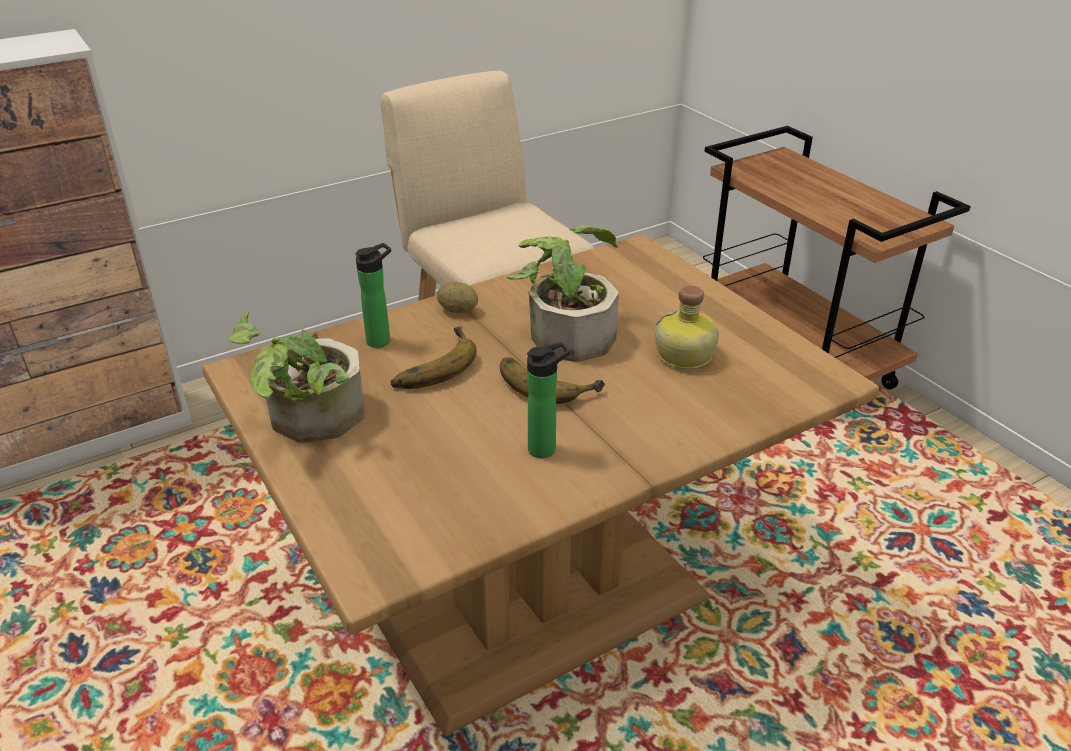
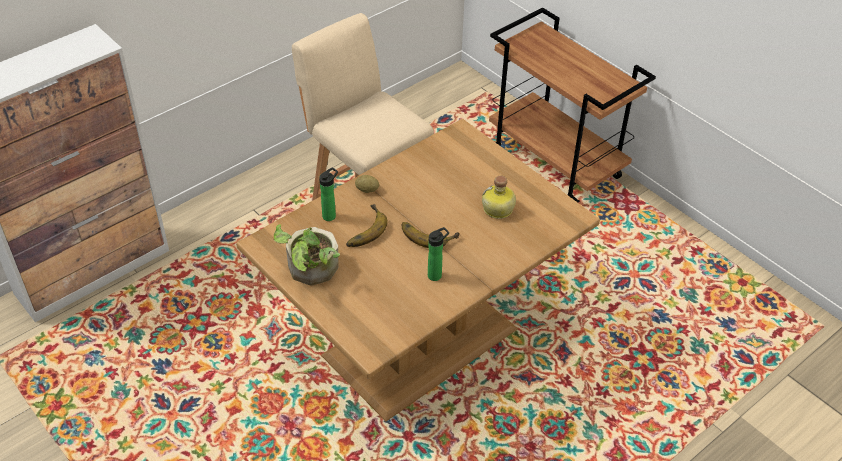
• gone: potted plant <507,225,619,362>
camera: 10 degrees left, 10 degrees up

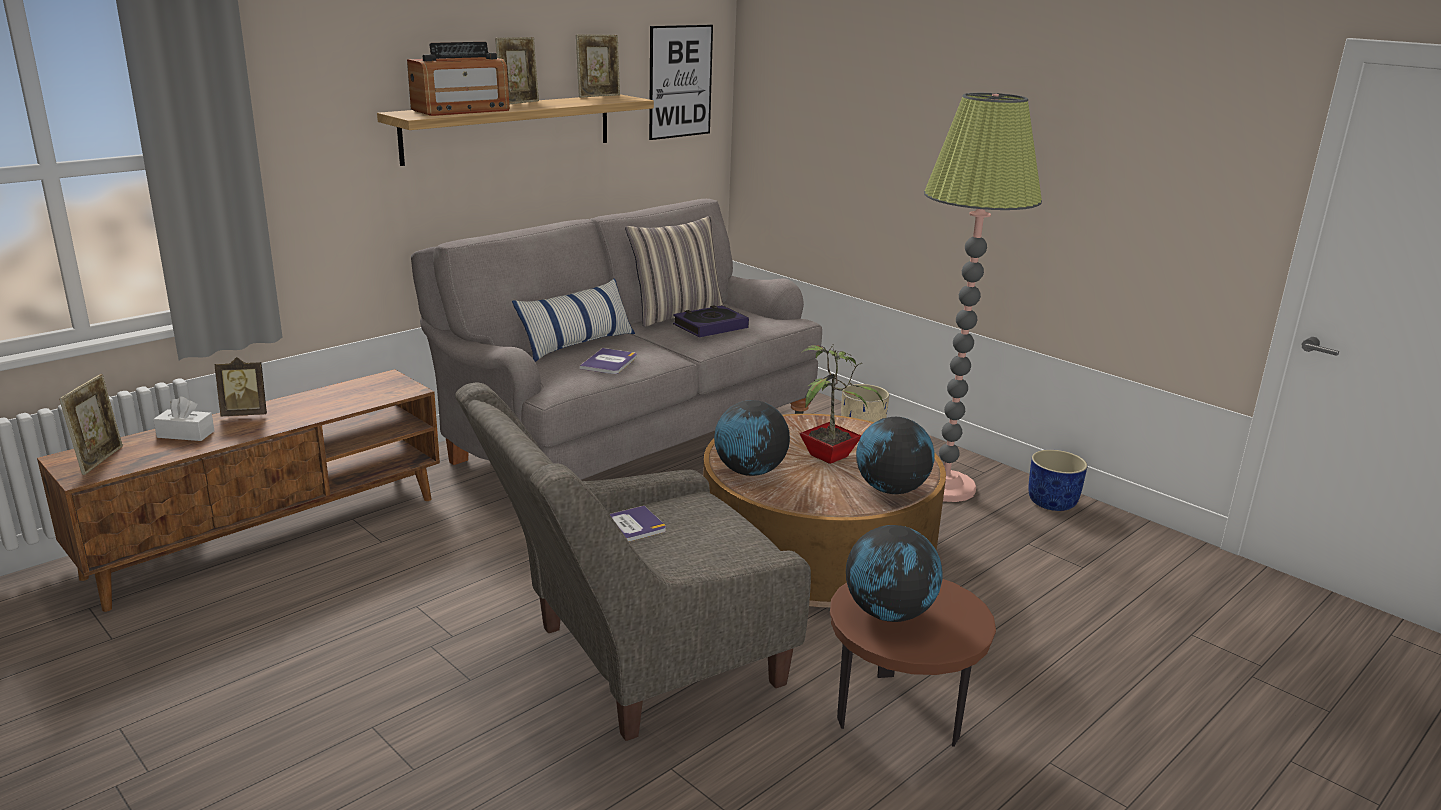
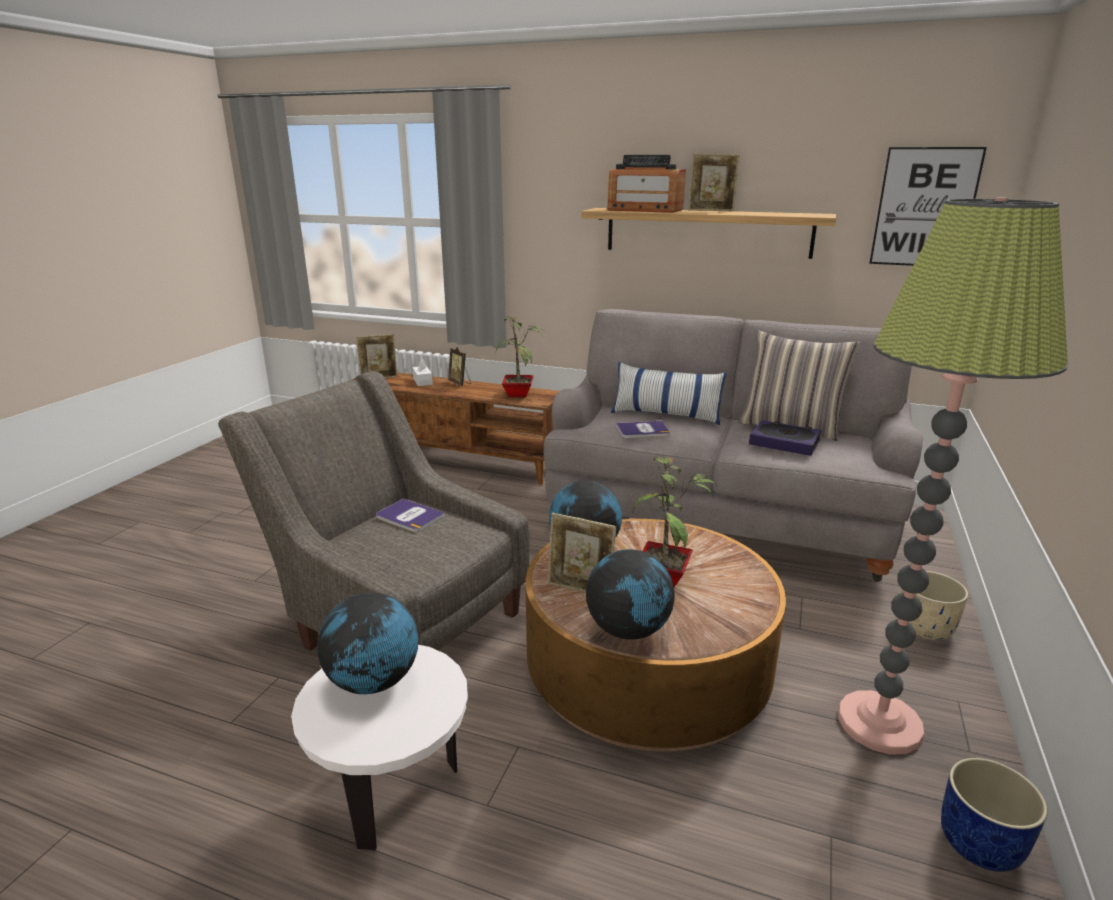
• new: potted plant <495,316,543,397>
• shifted: picture frame <576,34,620,98> to <548,513,616,593>
• repainted: brown side table <830,579,996,747> to white side table <291,645,468,850>
camera: 65 degrees right, 0 degrees up

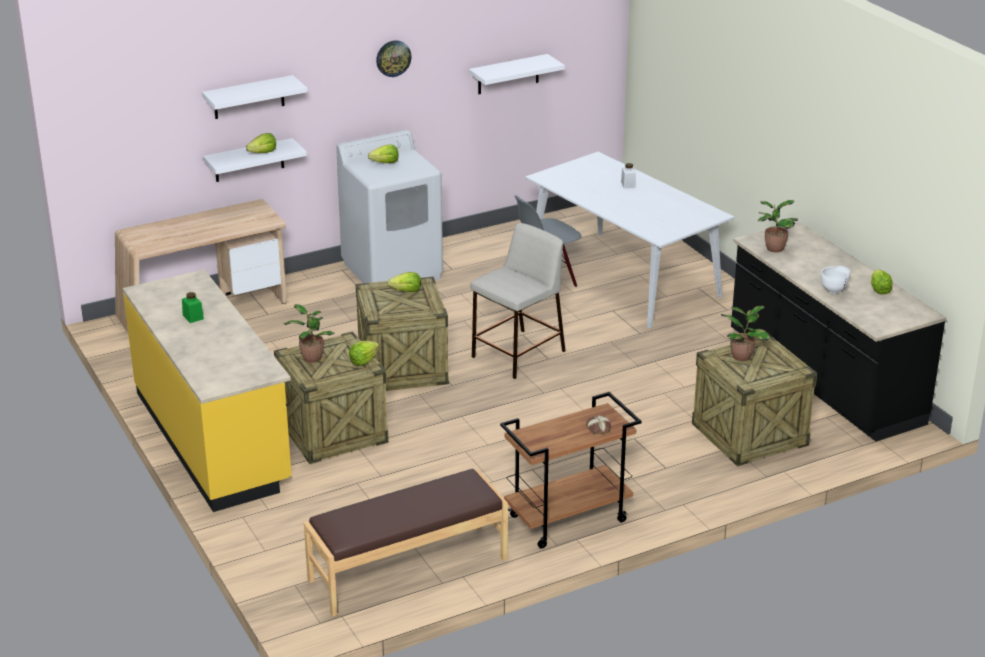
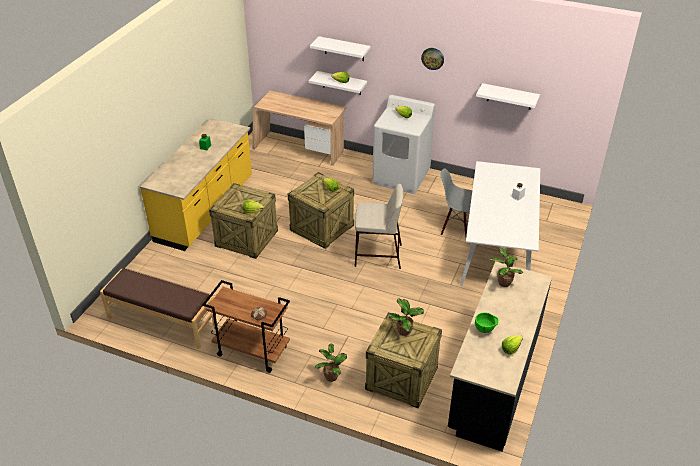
• shifted: potted plant <283,304,335,363> to <315,343,347,382>
• repainted: white bowl <821,266,850,294> to green bowl <475,312,499,333>
camera: 50 degrees right, 10 degrees up

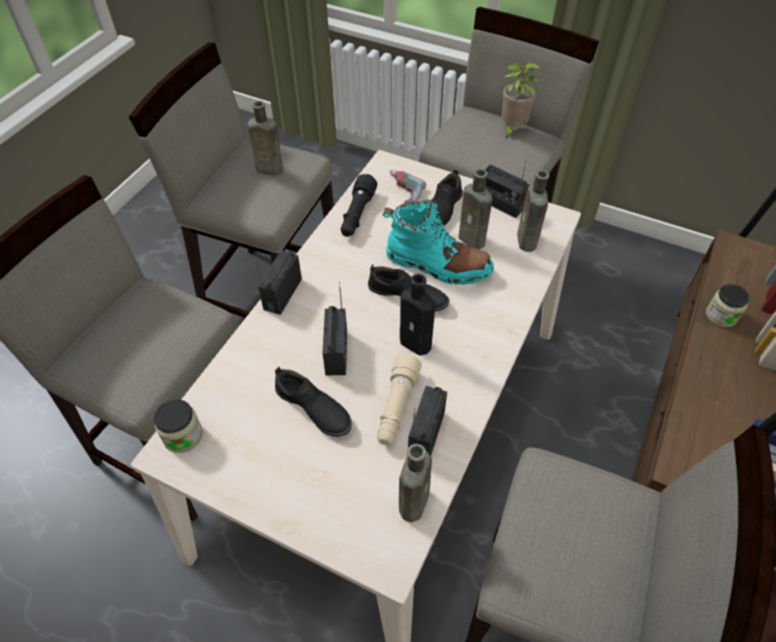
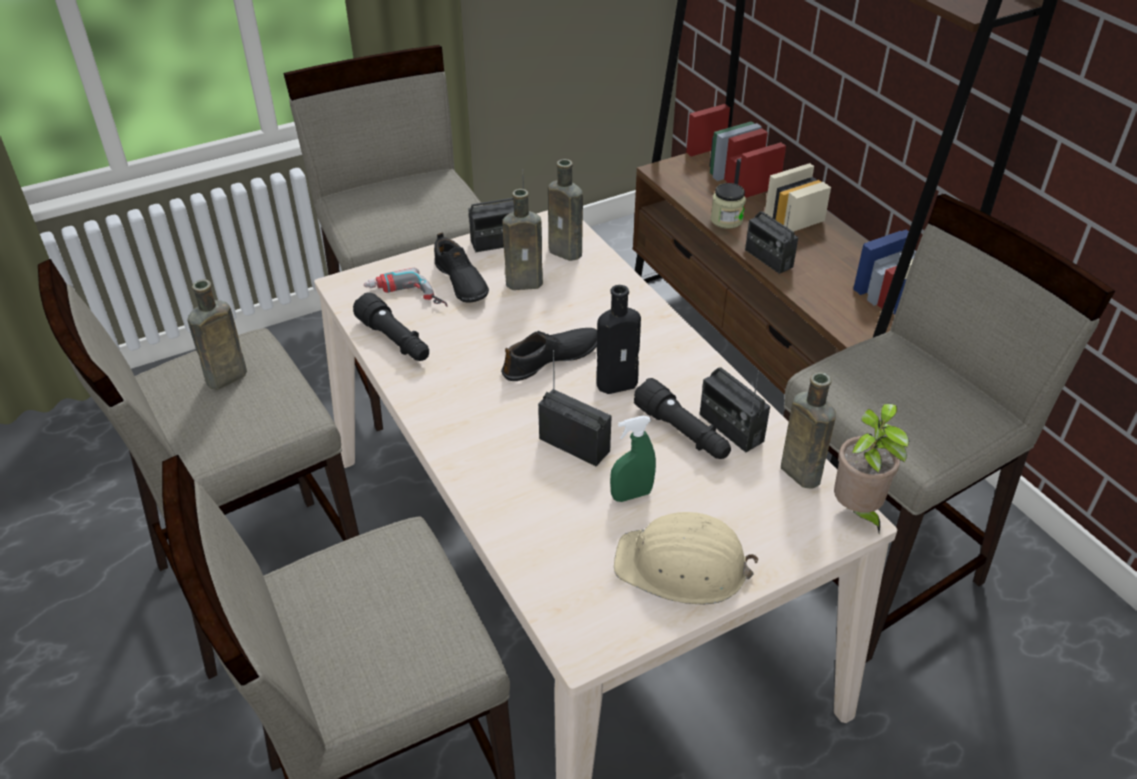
• gone: jar <154,399,203,453>
• gone: turquoise boot <383,200,494,285>
• new: beige hard hat <614,512,758,604>
• shifted: radio <255,250,302,315> to <745,205,798,274>
• shifted: potted plant <501,62,541,138> to <834,403,909,533>
• swapped: black shoe <275,367,352,437> to green spray bottle <610,416,656,502>
• repainted: beige flashlight <377,354,422,445> to black flashlight <634,378,731,459>
camera: 55 degrees left, 10 degrees down

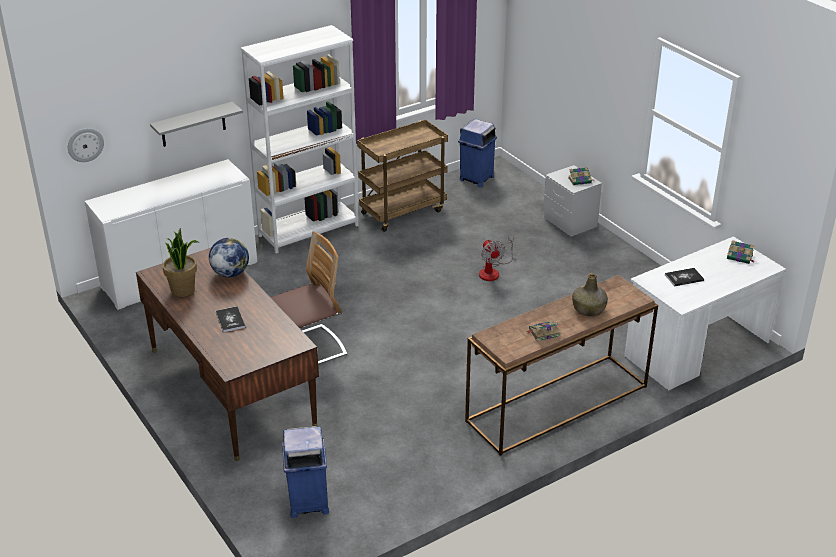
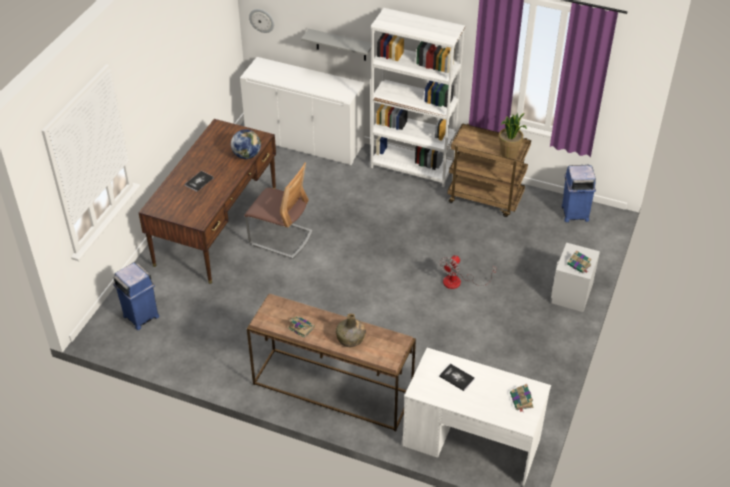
• shifted: potted plant <163,228,199,297> to <499,113,527,158>
camera: 55 degrees right, 10 degrees up

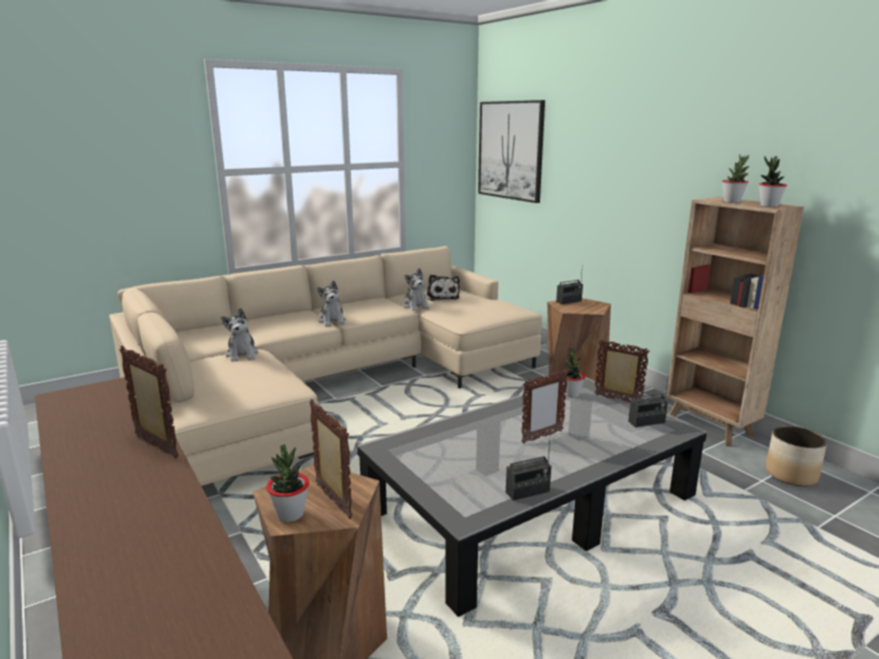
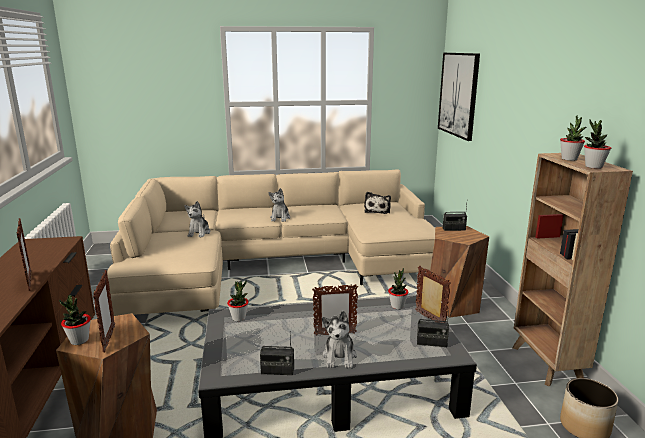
• new: potted plant <227,280,249,321>
• shifted: plush toy <403,268,429,311> to <322,311,357,368>
camera: 25 degrees right, 0 degrees up

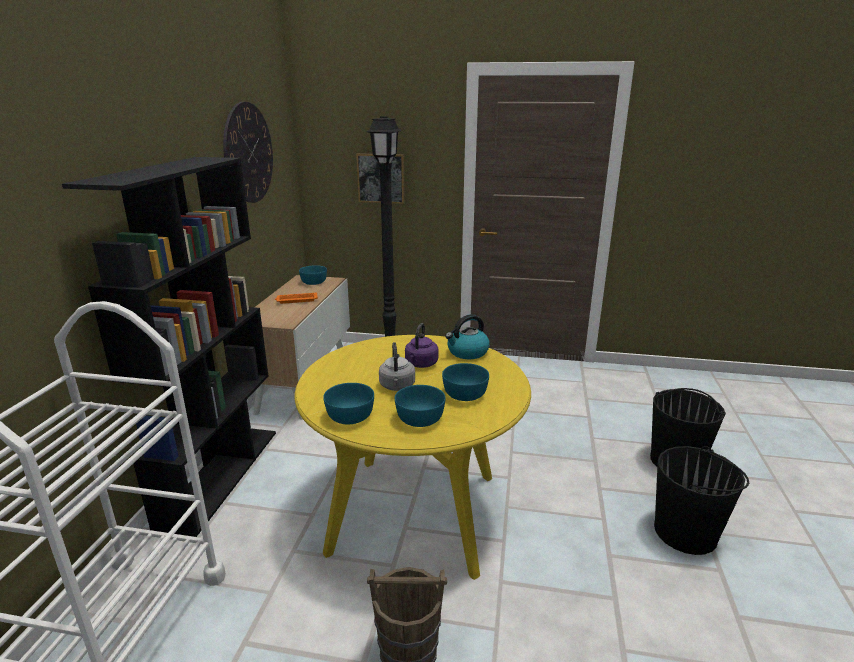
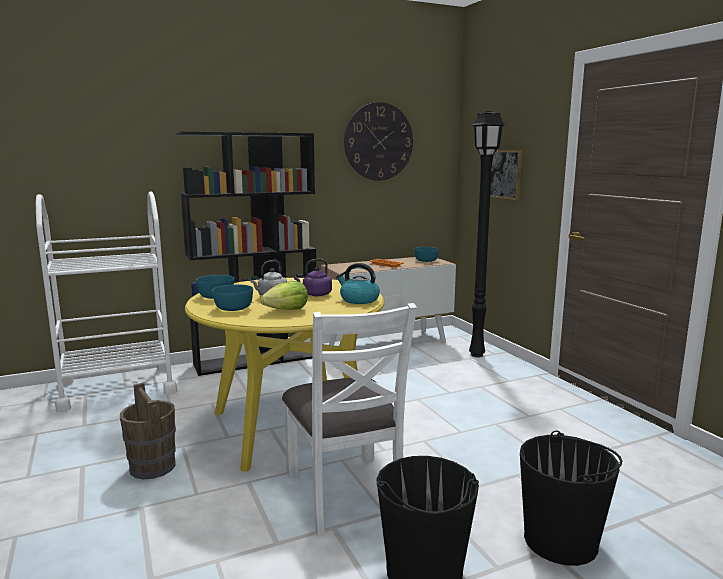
• new: white chair <282,303,417,535>
• swapped: turquoise bowl <442,363,489,401> to lettuce <260,281,308,310>
camera: 55 degrees right, 10 degrees down

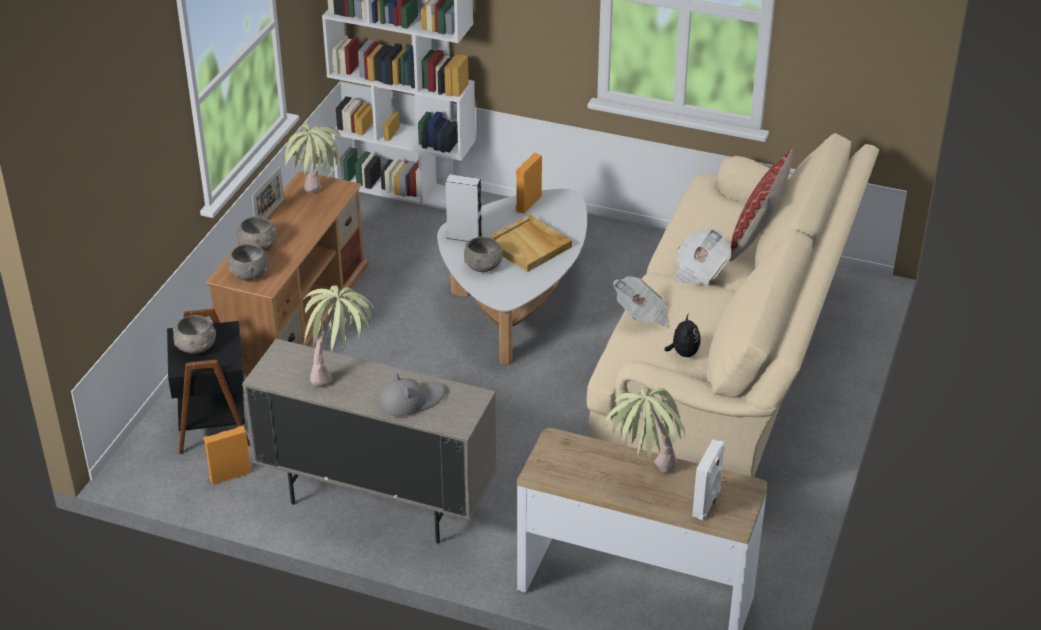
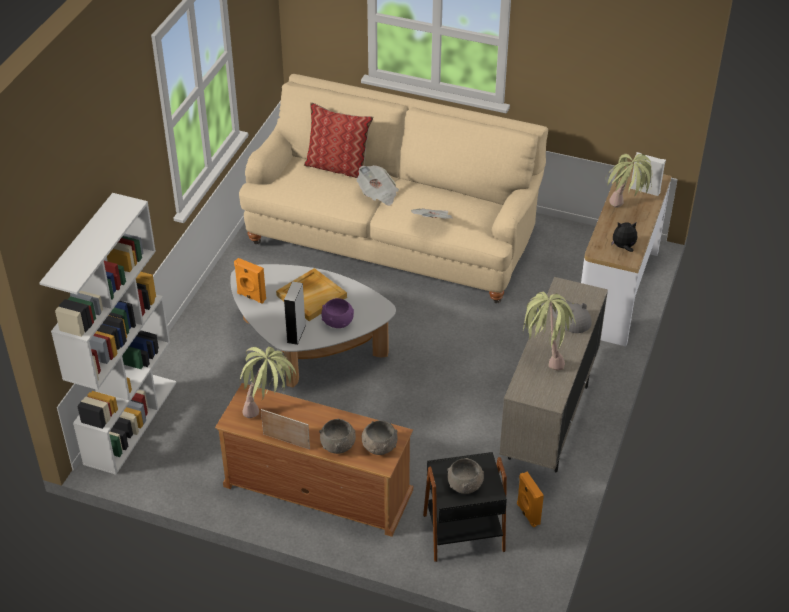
• shifted: plush toy <664,314,701,357> to <611,222,637,252>
• repainted: grey bowl <464,236,503,272> to purple bowl <321,298,354,328>
camera: 90 degrees left, 5 degrees up

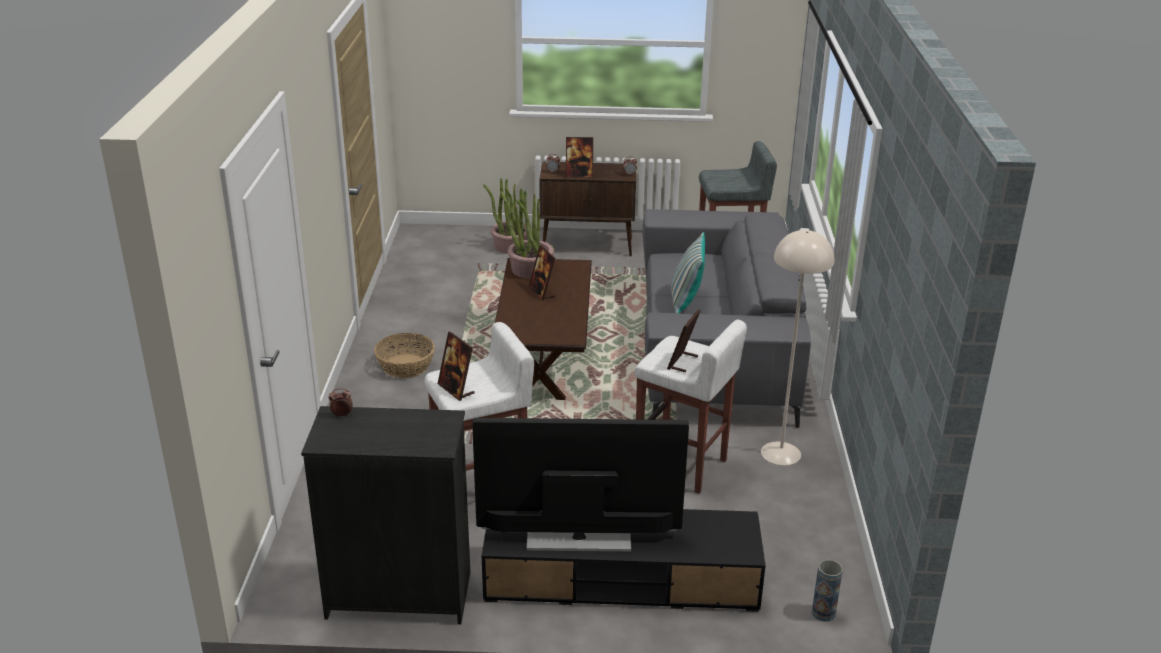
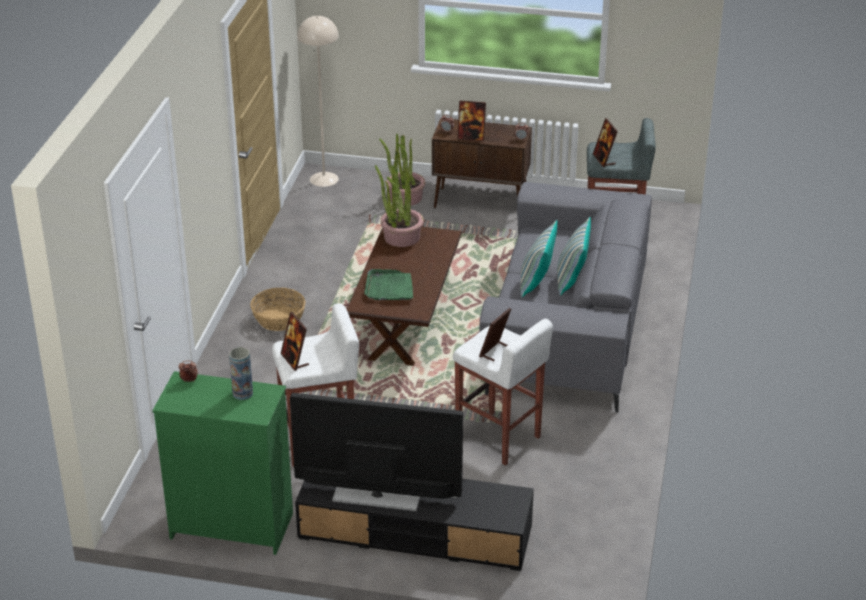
• new: green tray <364,269,413,300>
• new: pillow <557,217,591,295>
• shifted: picture frame <528,245,555,300> to <593,118,618,167>
• shifted: beige floor lamp <761,230,834,465> to <297,16,339,187>
• shifted: vase <812,560,843,622> to <229,347,253,400>
• repainted: black dresser <301,406,470,624> to green dresser <152,371,293,555>
camera: 10 degrees right, 5 degrees up

